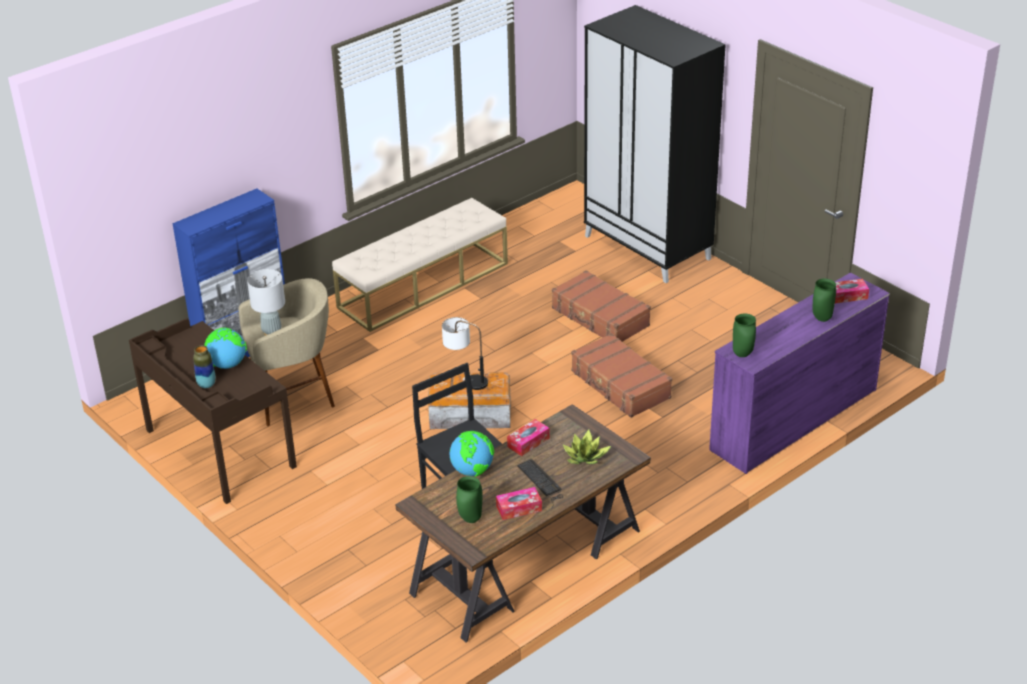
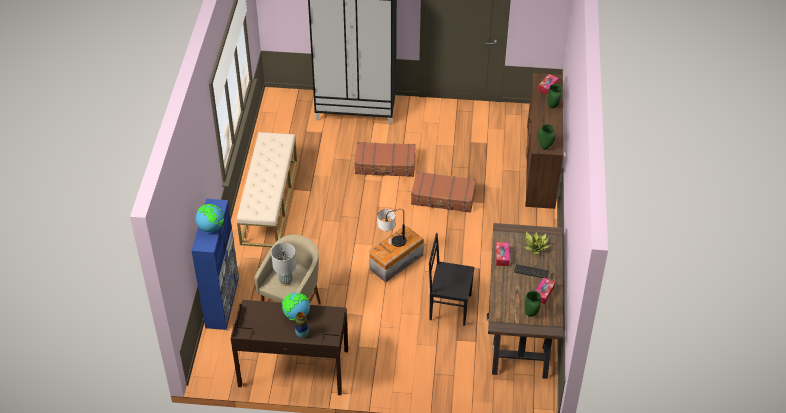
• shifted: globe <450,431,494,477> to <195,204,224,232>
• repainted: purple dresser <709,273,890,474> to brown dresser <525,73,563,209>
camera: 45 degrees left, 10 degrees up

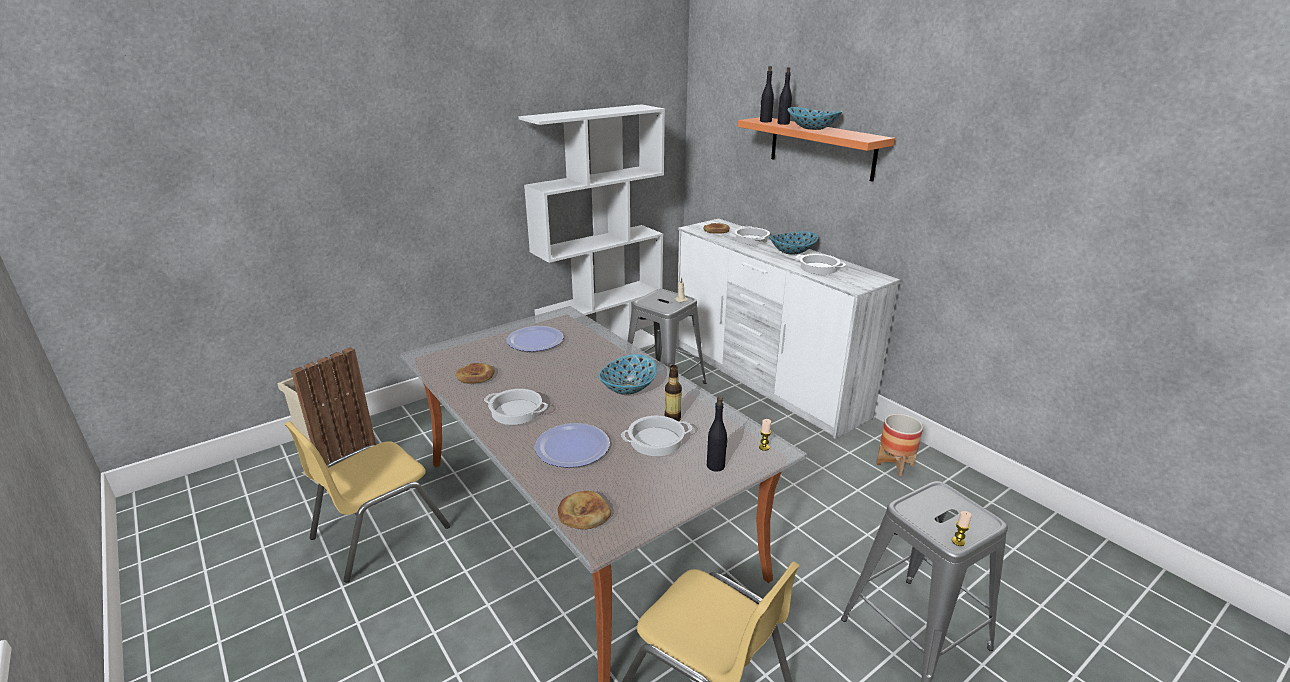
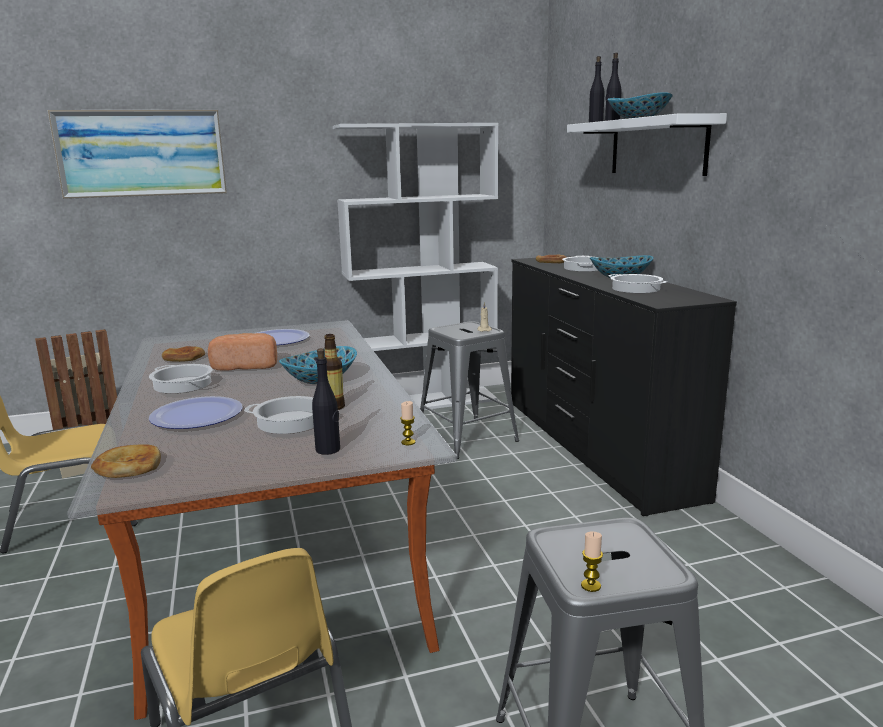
• gone: planter <876,414,923,476>
• new: picture <47,110,227,199>
• new: bread <208,333,277,370>
• repainted: white dresser <676,218,900,439> to black dresser <511,255,737,516>
• repainted: orange shelf <738,117,895,182> to white shelf <567,113,727,176>
camera: 20 degrees right, 10 degrees down

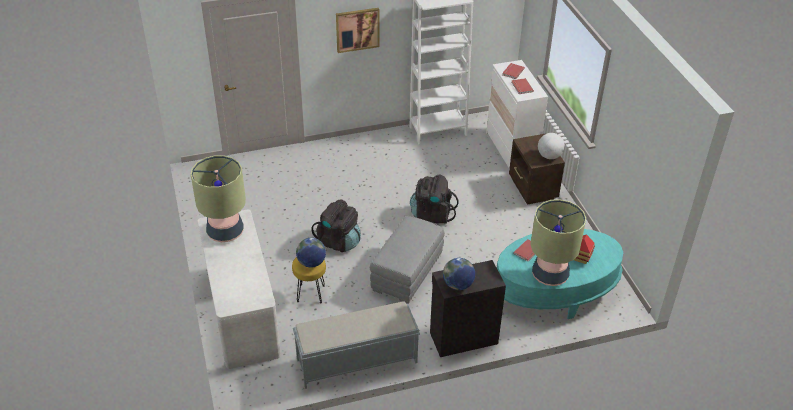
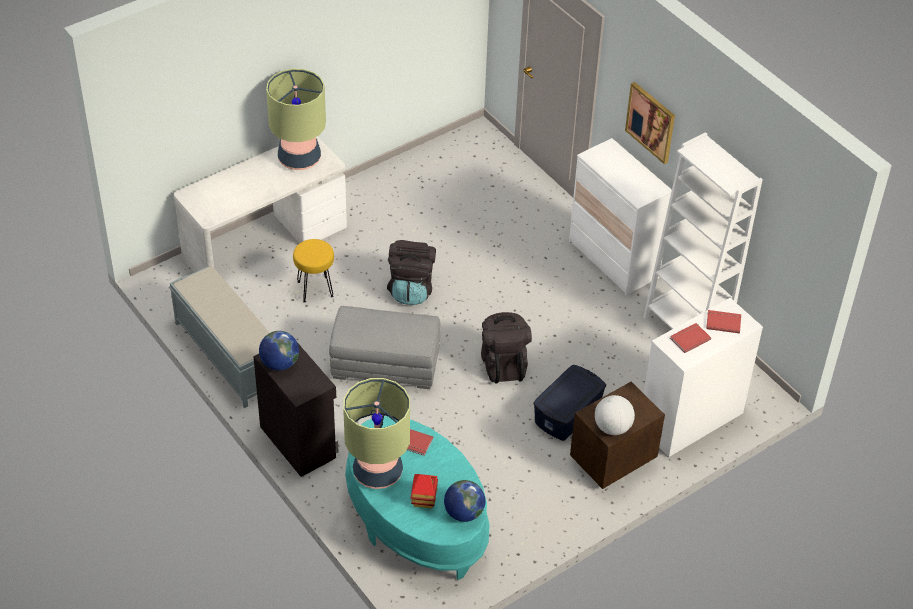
• new: blue storage box <533,365,606,441>
• new: white dresser <569,138,672,295>
• shifted: globe <296,238,326,268> to <444,480,486,522>
camera: 70 degrees right, 5 degrees up

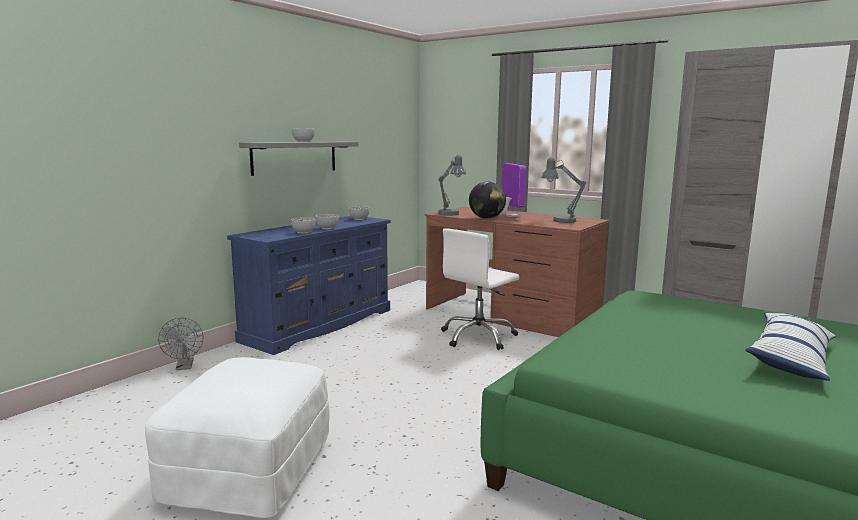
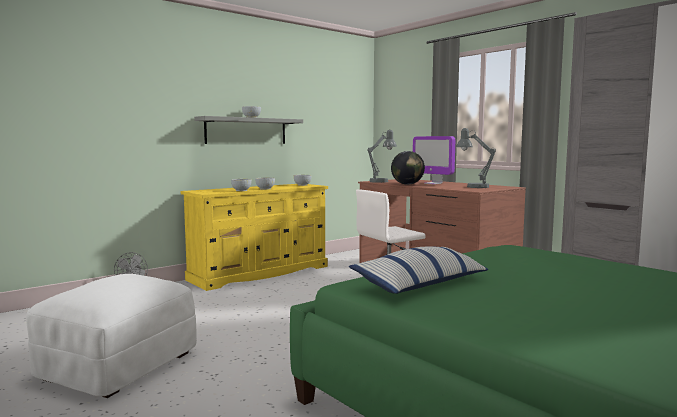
• shifted: pillow <745,312,836,381> to <349,247,488,294>
• repainted: blue dresser <227,216,391,355> to yellow dresser <181,184,328,291>
• rotated: monitor <501,163,526,217> = <413,136,455,184> 135 degrees clockwise
camera: 15 degrees right, 5 degrees down

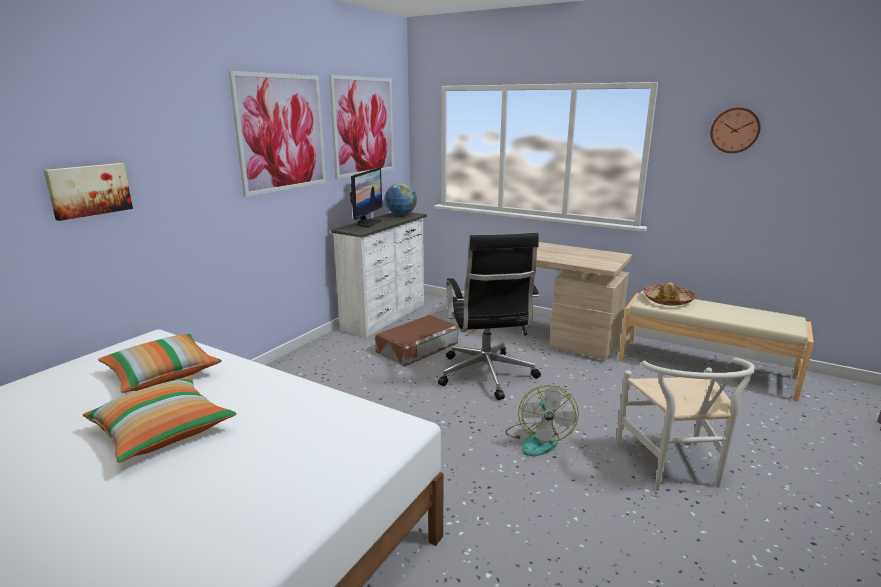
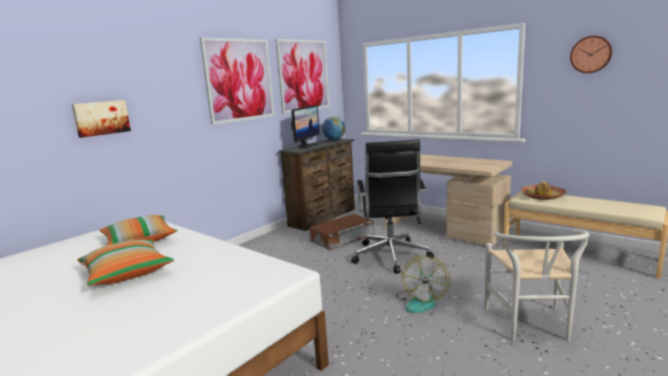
• repainted: white dresser <331,212,427,337> to brown dresser <279,138,355,231>
camera: 10 degrees right, 5 degrees down

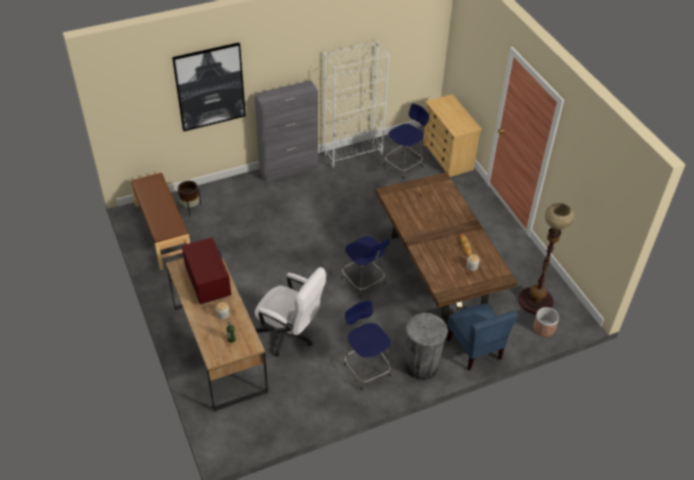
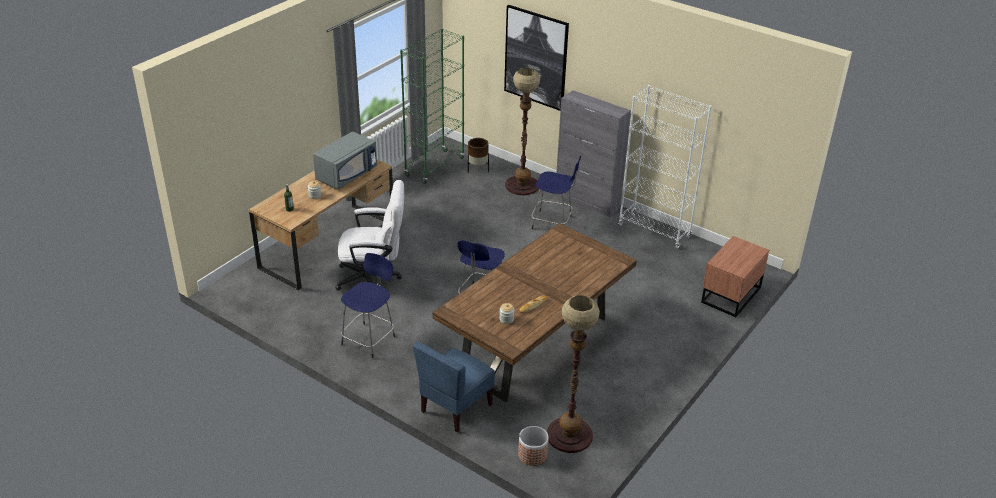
• gone: grey trash can <405,313,448,380>
• new: floor lamp <505,68,540,195>
• shifted: blue stool <384,104,429,179> to <532,156,581,229>
• swapped: brown bench <130,172,190,270> to green bookcase <400,28,465,184>
• swapped: beige dresser <423,94,482,177> to brown nightstand <701,236,769,317>
• repainted: red microwave <182,237,231,305> to grey microwave <313,132,377,189>
• rotated: white office chair <254,267,326,357> = <335,180,404,290> 90 degrees counterclockwise
camera: 60 degrees right, 10 degrees down

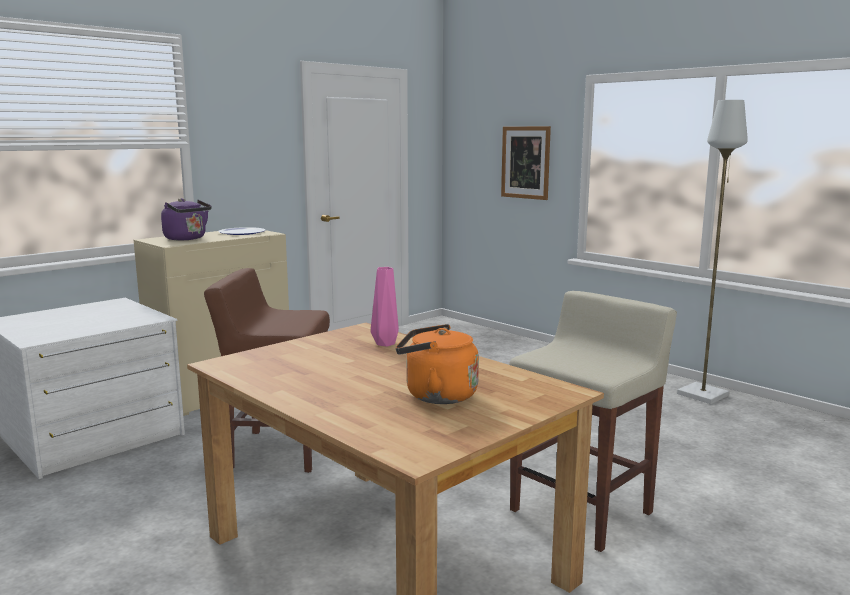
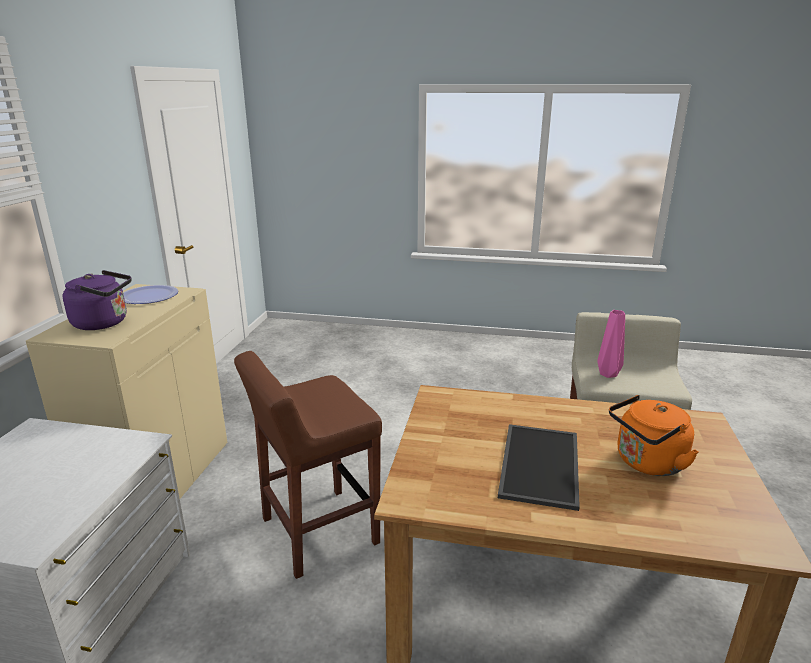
• gone: picture <501,126,551,200>
• gone: grey floor lamp <677,100,748,404>
• new: tray <498,424,580,511>
• shifted: pink vase <371,267,399,347> to <597,310,625,378>
camera: 35 degrees left, 10 degrees up

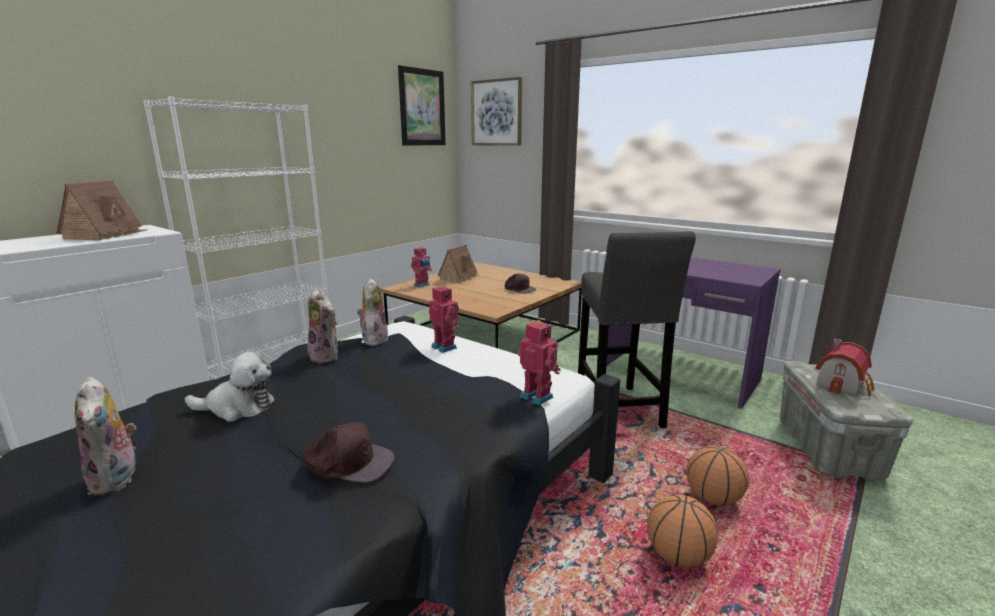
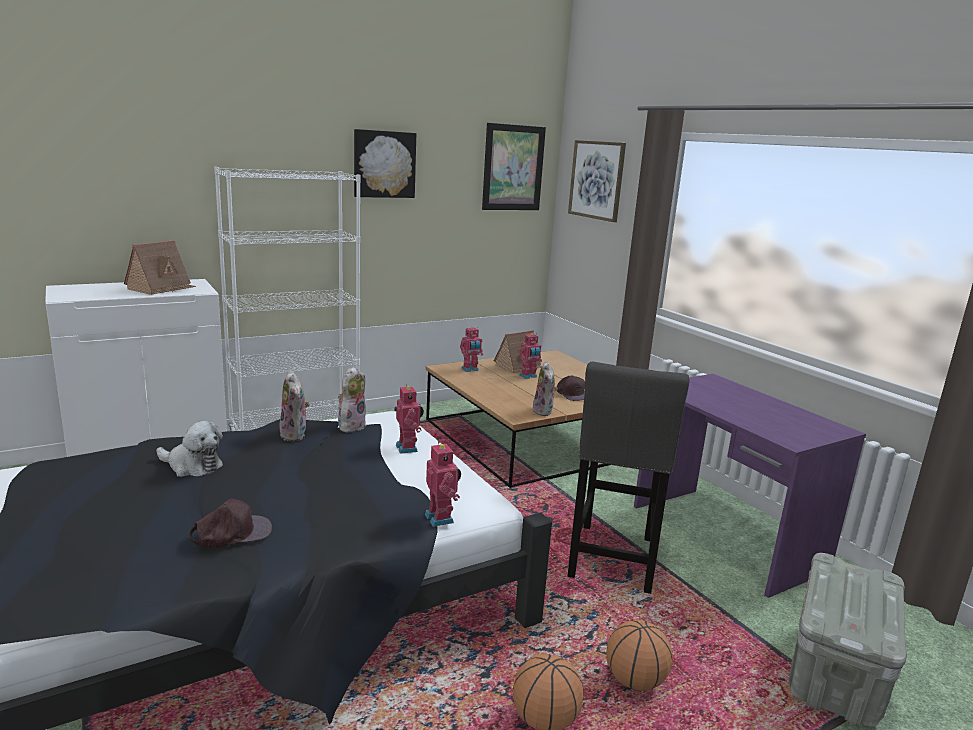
• gone: toy house <815,339,874,397>
• new: picture <354,129,416,198>
• new: toy robot <519,333,542,379>
• shifted: plush toy <75,377,136,496> to <533,361,558,416>
• rotated: brown cap <304,422,395,483> = <189,498,272,547> 60 degrees counterclockwise
camera: 20 degrees right, 0 degrees up

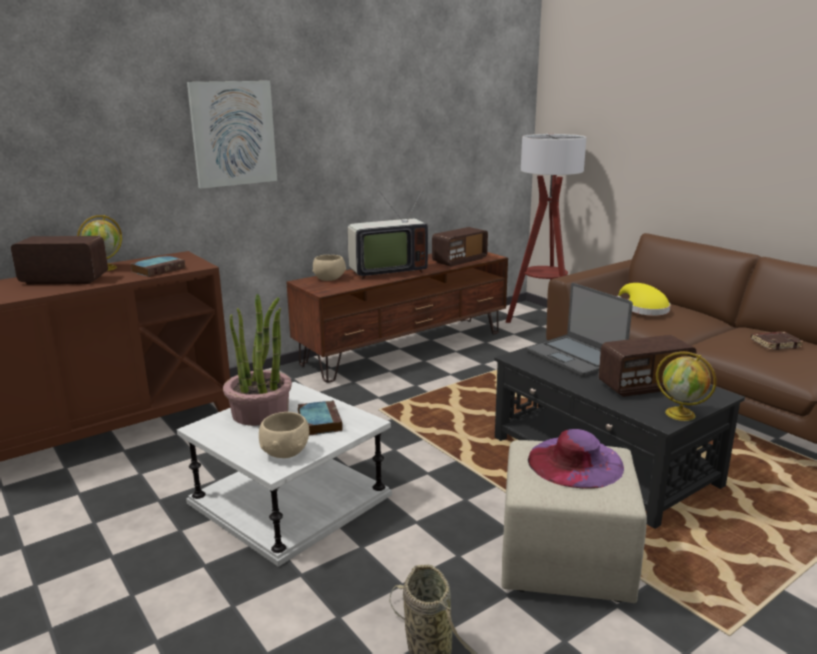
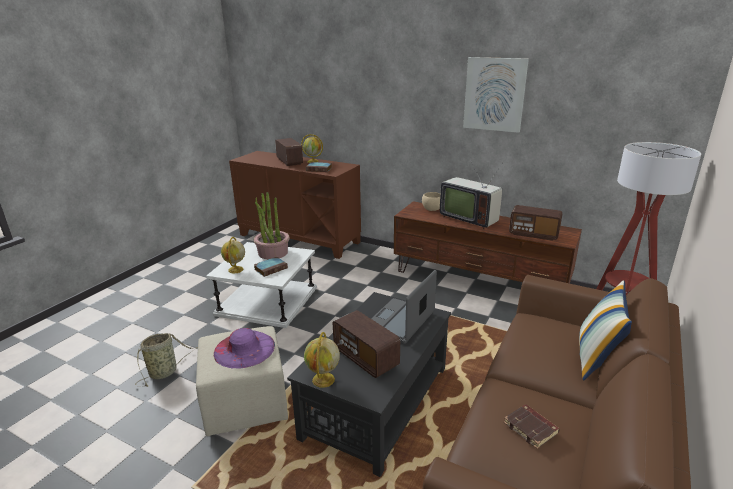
• gone: yellow hat <617,283,670,315>
• new: pillow <579,280,632,380>
• shifted: picture <187,81,277,189> to <463,57,529,133>
• swapped: beige bowl <259,412,309,458> to globe <221,237,245,273>
camera: 65 degrees right, 5 degrees up

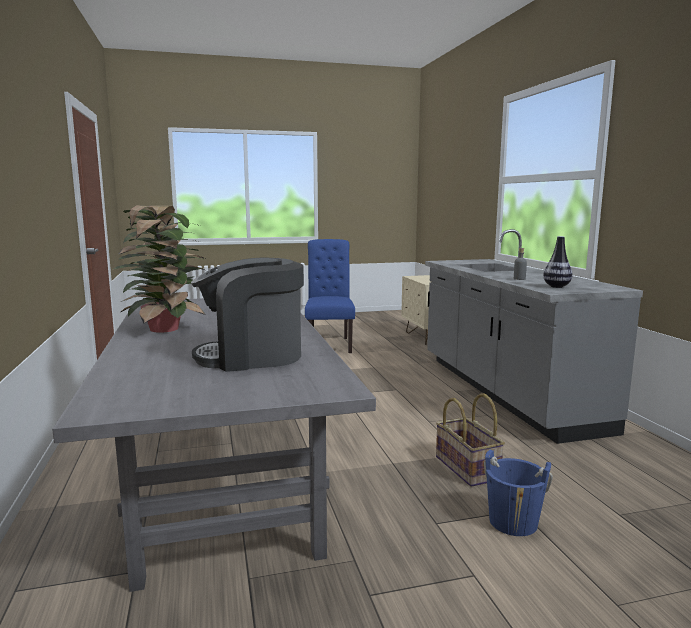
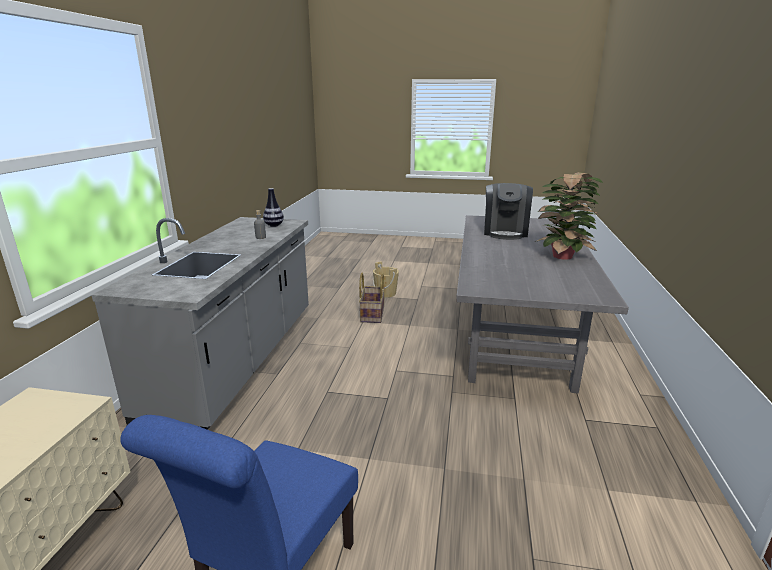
• repainted: blue bucket <484,450,553,536> to beige bucket <373,261,399,298>
• rotated: coffee machine <191,258,304,372> = <484,183,533,240> 90 degrees clockwise
camera: 155 degrees left, 10 degrees up

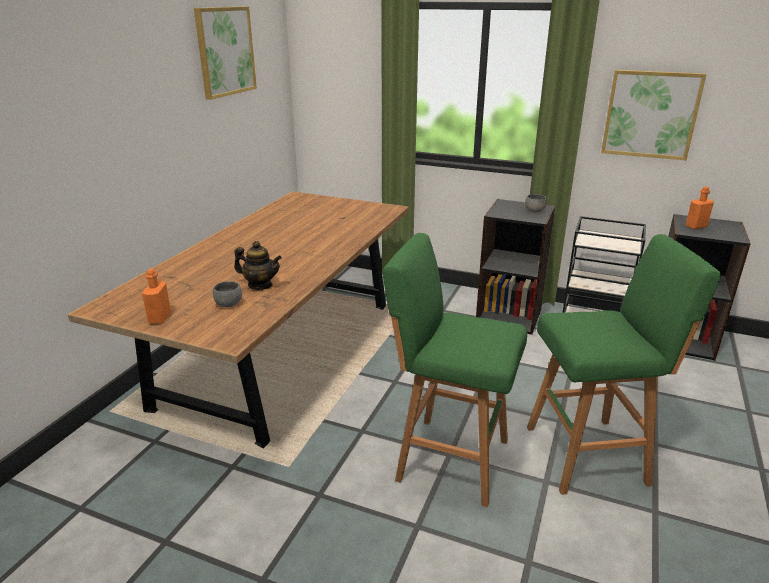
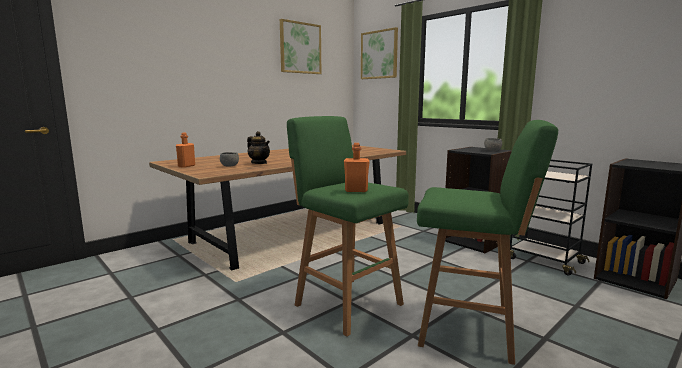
• shifted: picture <601,70,706,160> to <361,27,398,79>
• shifted: orange bottle <686,187,714,229> to <344,143,370,192>
camera: 25 degrees right, 15 degrees down

